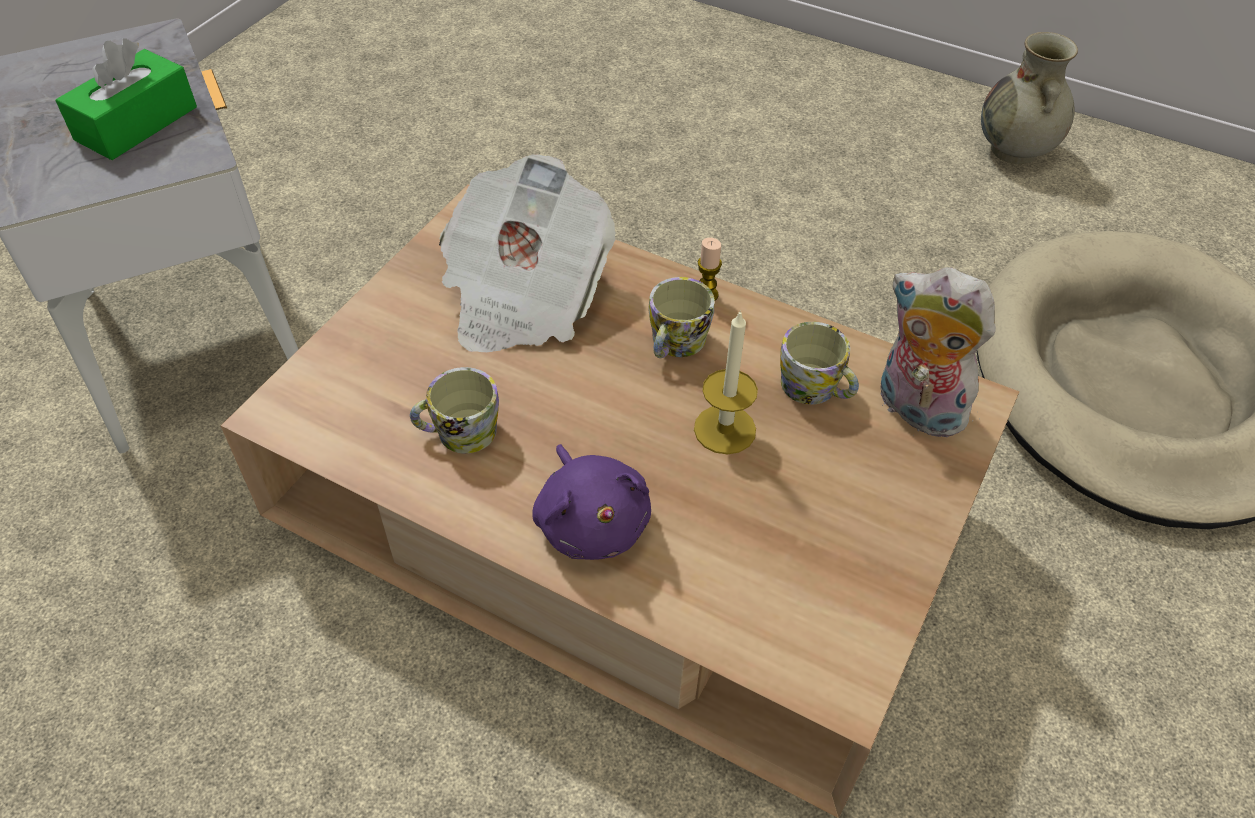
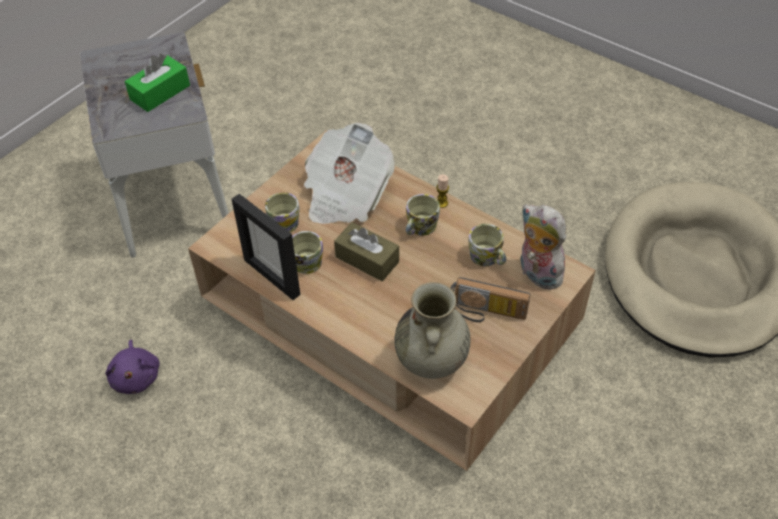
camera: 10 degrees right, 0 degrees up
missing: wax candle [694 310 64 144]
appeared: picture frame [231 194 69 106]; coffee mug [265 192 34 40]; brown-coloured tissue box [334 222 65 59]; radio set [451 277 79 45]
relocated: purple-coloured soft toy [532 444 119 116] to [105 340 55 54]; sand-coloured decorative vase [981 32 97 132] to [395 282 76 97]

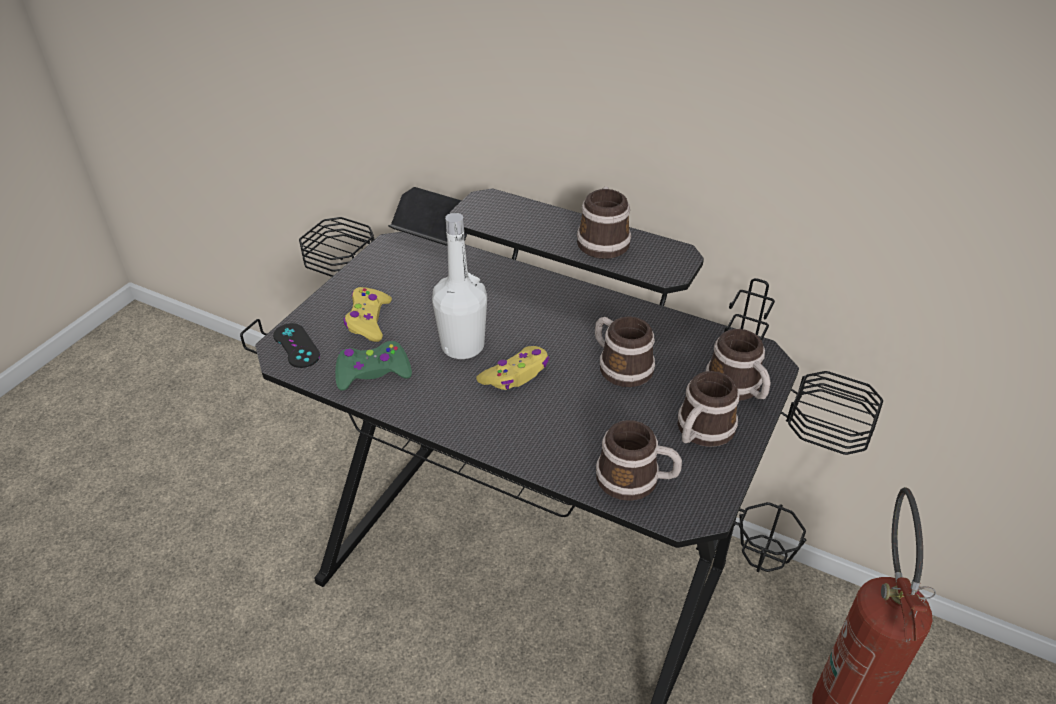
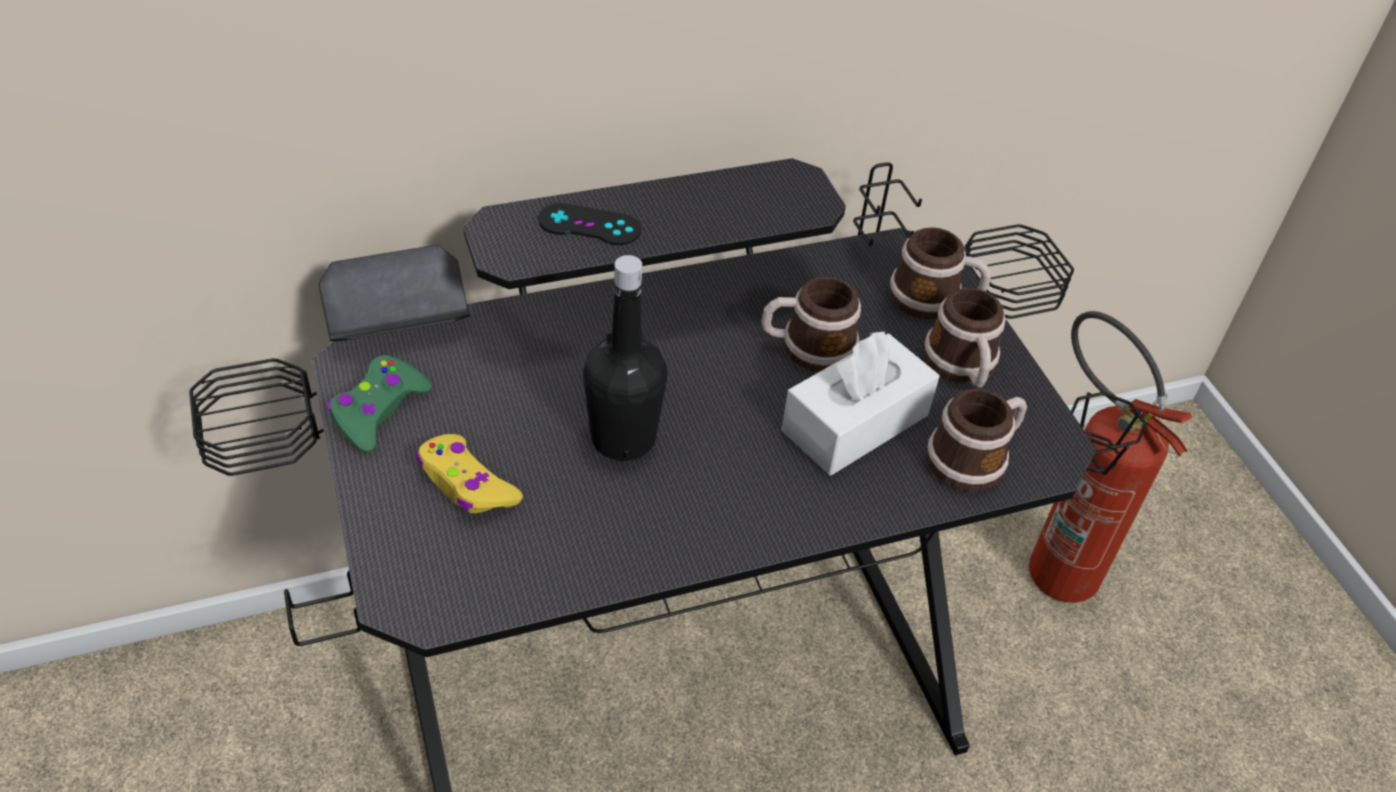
camera: 50 degrees left, 5 degrees up
missing: yellow game controller [476 346 74 44]; coffee mug [577 187 54 72]
appeared: white-coloured tissue box [781 330 158 145]
relocated: green-coloured game controller [335 341 77 50] to [327 355 105 98]; black game controller [273 323 47 45] to [538 203 103 42]
colour: white-coloured beverage bottle [432 213 55 146] to black beverage bottle [583 255 84 206]

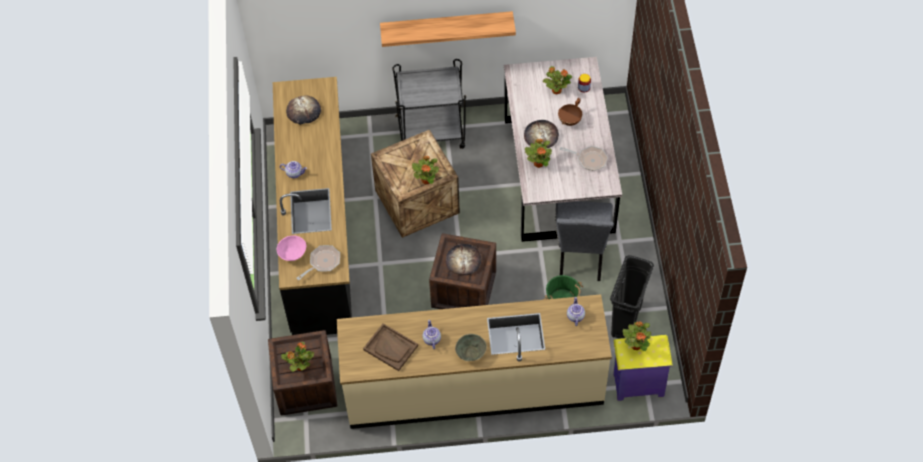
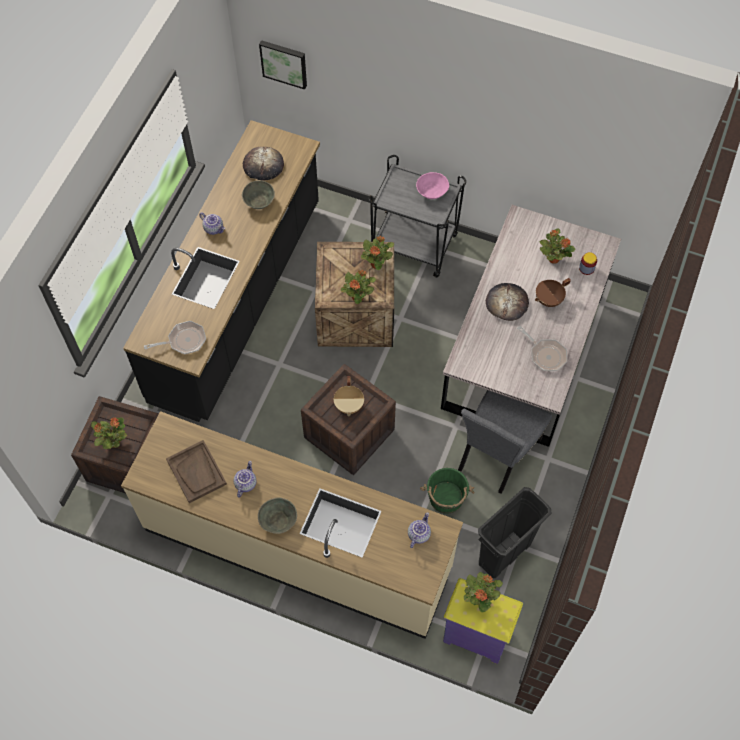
camera: 25 degrees right, 5 degrees up
missing: shelf [380 11 136 36]
appeared: grey serving bowl [242 181 33 28]; wall picture [259 40 48 50]
relocated: potted plant [525 139 27 29] to [361 236 33 34]; pinkish serving bowl [277 235 29 26] to [416 172 33 27]
exchanged: baked bread [445 244 36 31] to sand-coloured cooking pot [334 376 30 40]

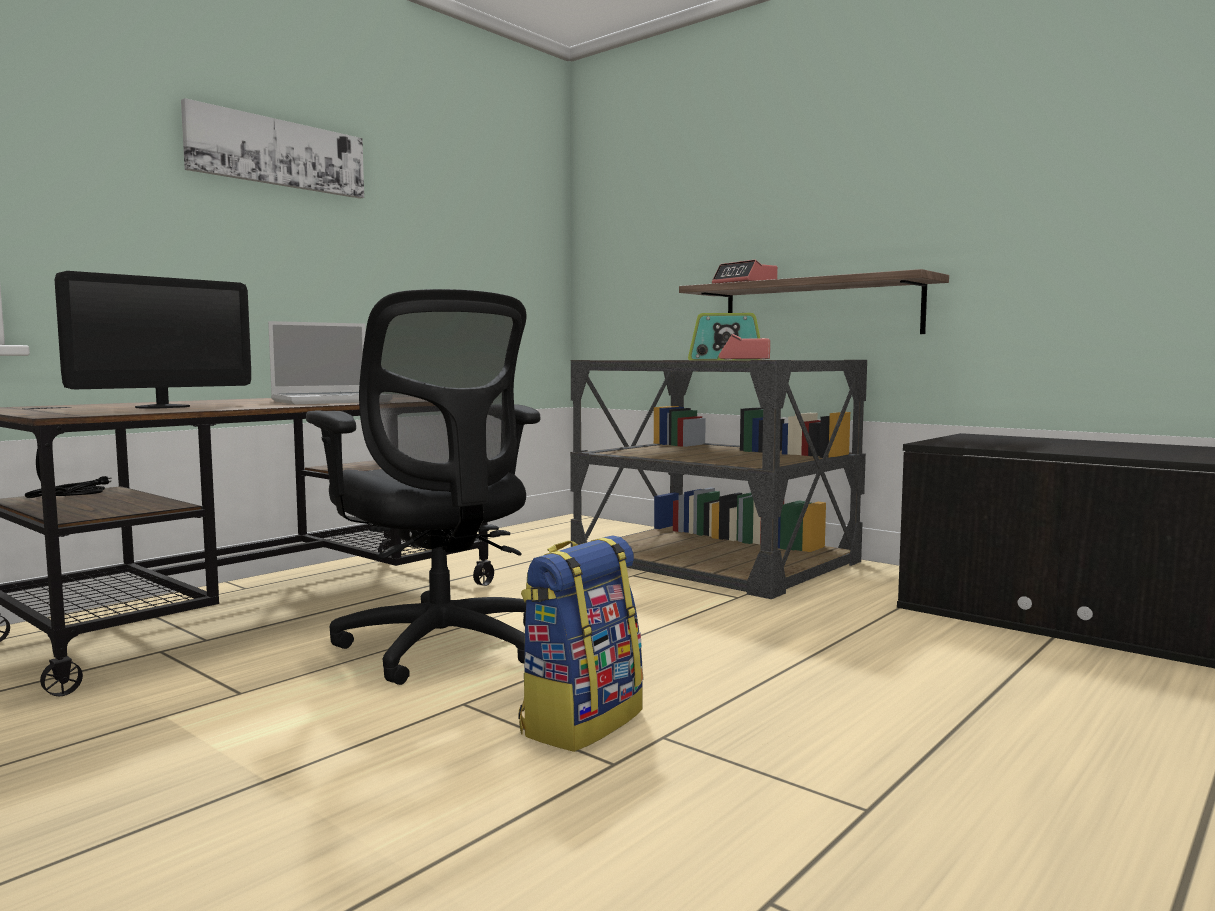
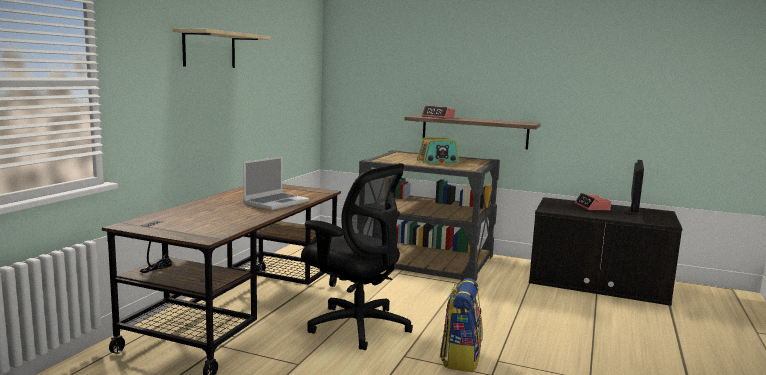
camera: 20 degrees left, 5 degrees up
relocated: alarm clock [719 334 51 26] to [575 193 36 17]; monitor [54 271 197 138] to [624 160 20 55]
exchanged: wall picture [181 98 183 101] to sand-coloured shelf [173 28 97 40]

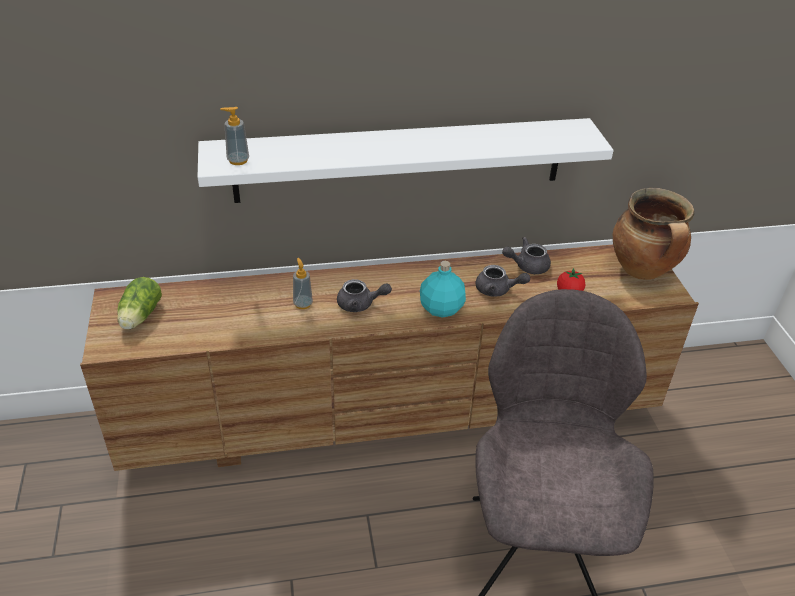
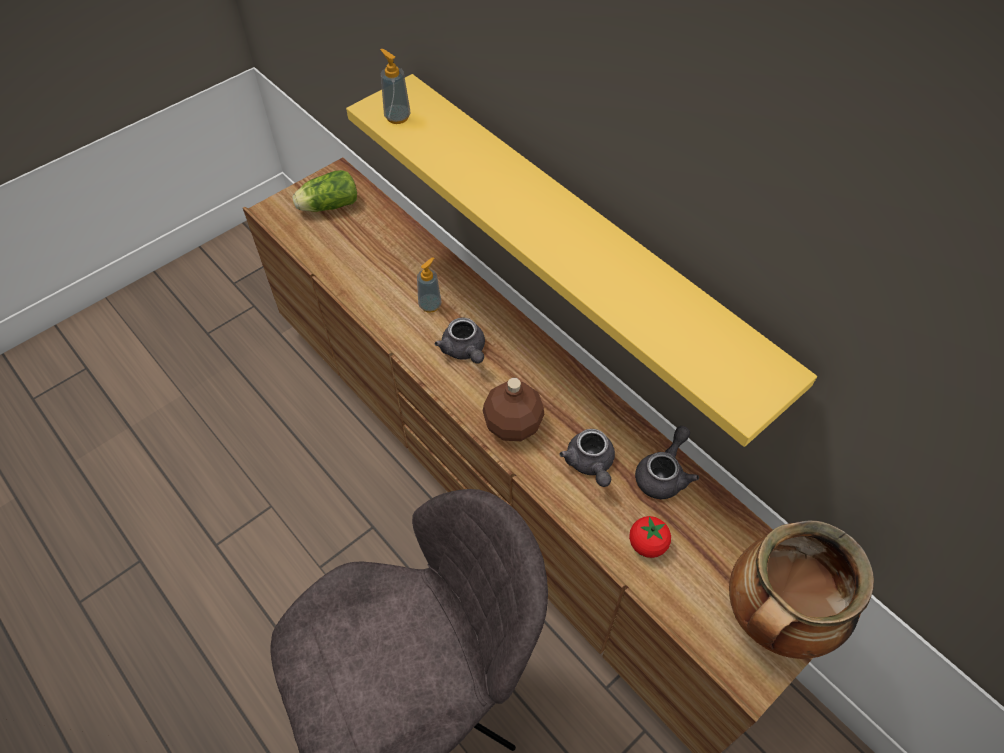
camera: 60 degrees right, 15 degrees up
colour: white-coloured shelf [198 118 416 85] to yellow shelf [346 74 471 373]; turquoise-coloured beverage bottle [420 261 46 57] to brown-coloured beverage bottle [483 378 61 63]
spun: grey teapot [502 237 49 37] = [635 426 64 73] 75 degrees clockwise

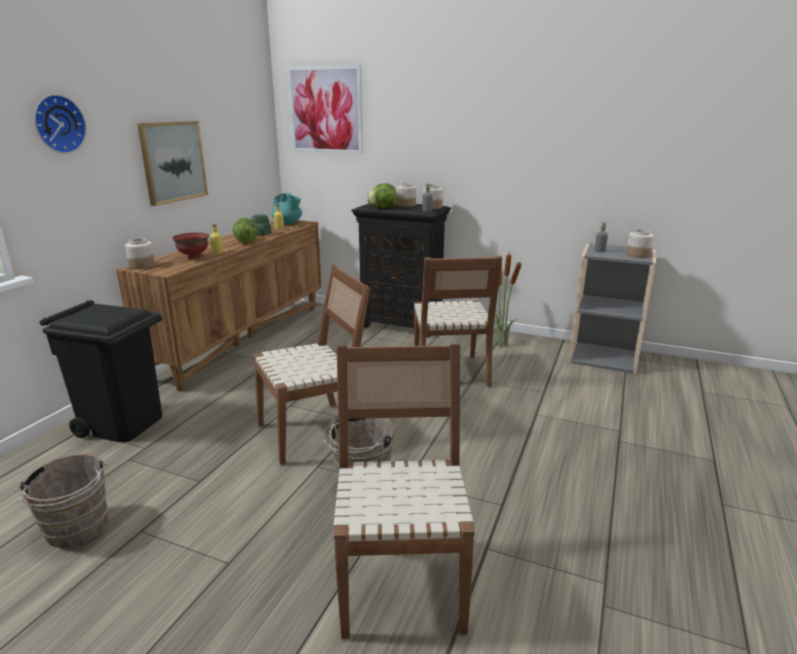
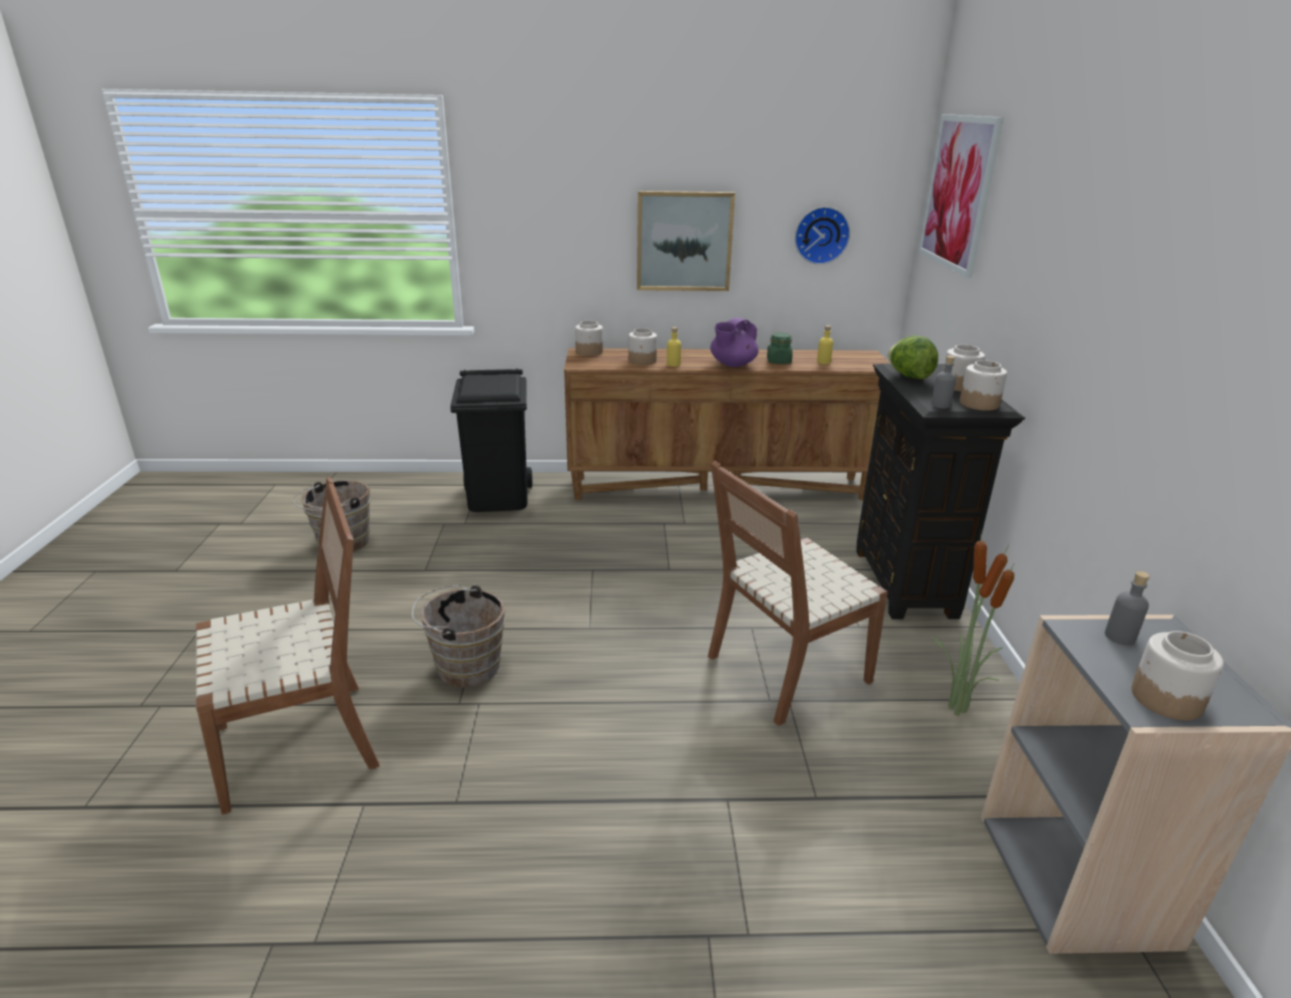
camera: 65 degrees right, 5 degrees up
missing: plain chair [254 264 116 201]; turquoise-coloured teapot [271 193 31 31]
relocated: wall clock [34 94 53 60] to [795 207 55 57]
exchanged: red serving bowl [172 233 37 26] to storage jar [628 328 29 37]; lettuce head [232 218 26 25] to purple-coloured teapot [710 317 49 50]

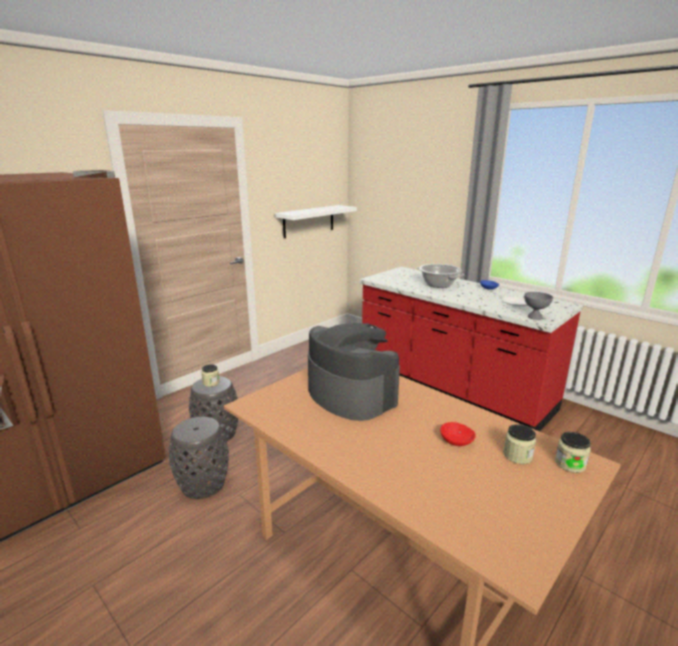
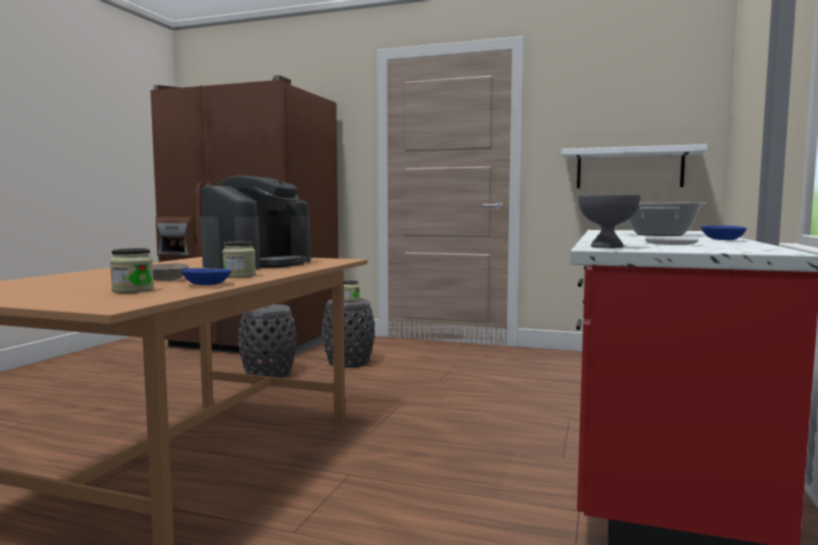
camera: 65 degrees right, 15 degrees down
appeared: blue serving bowl [182 268 49 17]
relocated: storage jar [555 432 36 41] to [222 241 34 37]
colour: red serving bowl [440 422 36 24] to sand-coloured serving bowl [153 263 36 18]

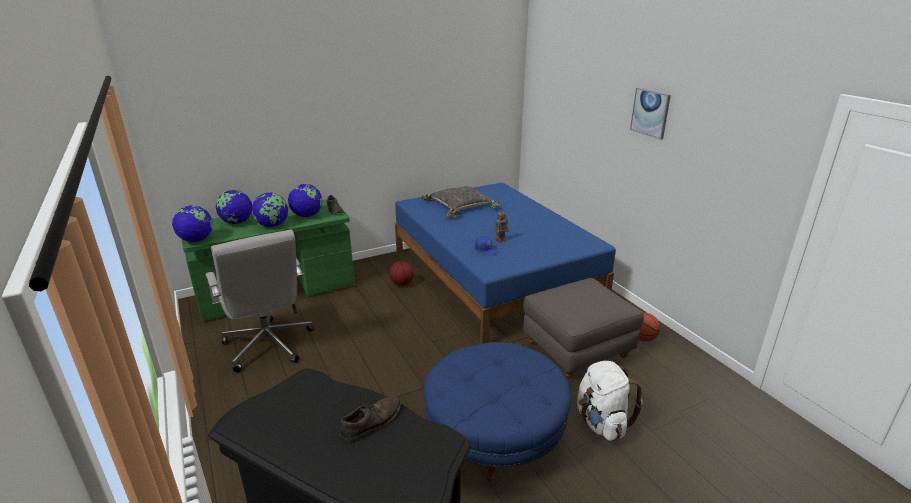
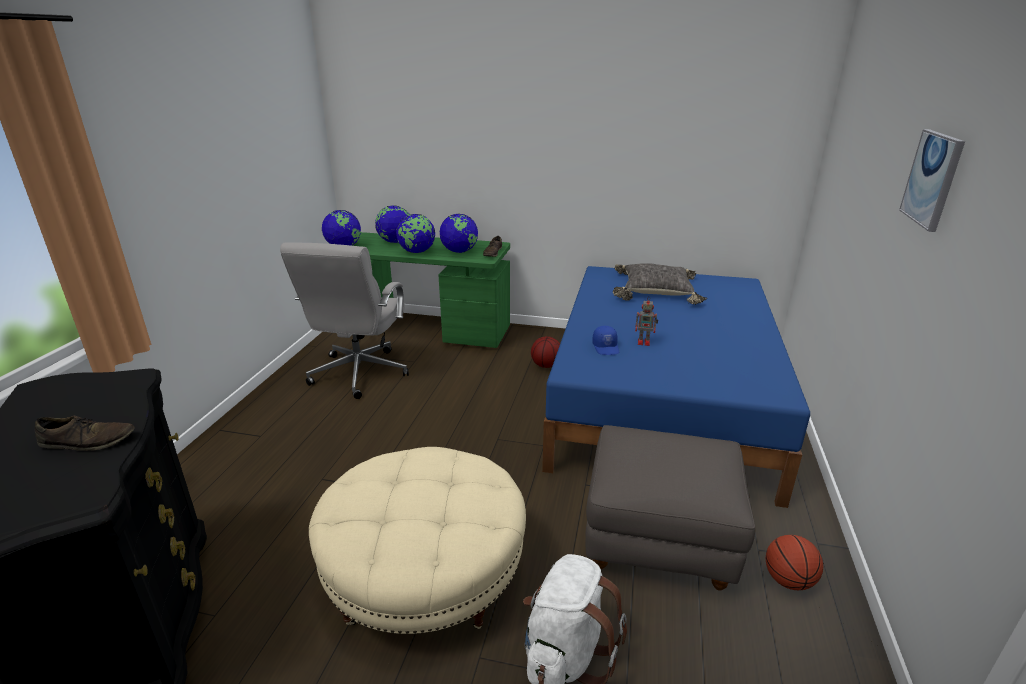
camera: 40 degrees right, 0 degrees up
colour: blue pouffe [424 342 147 140] to sand-coloured pouffe [309 447 217 187]

